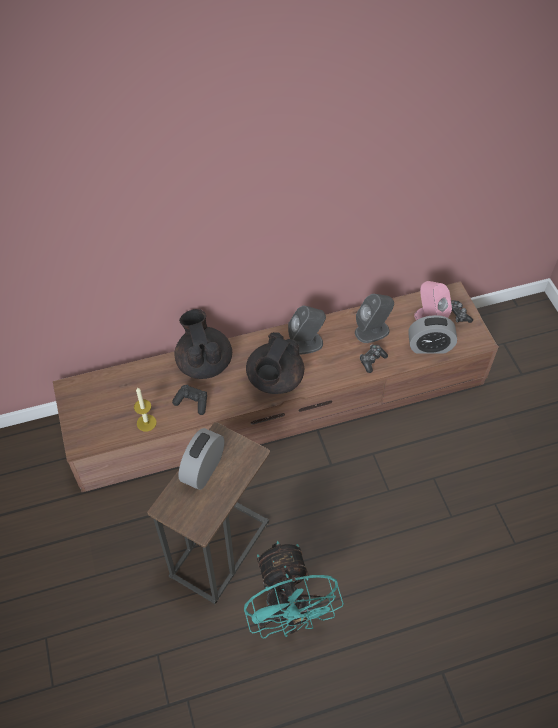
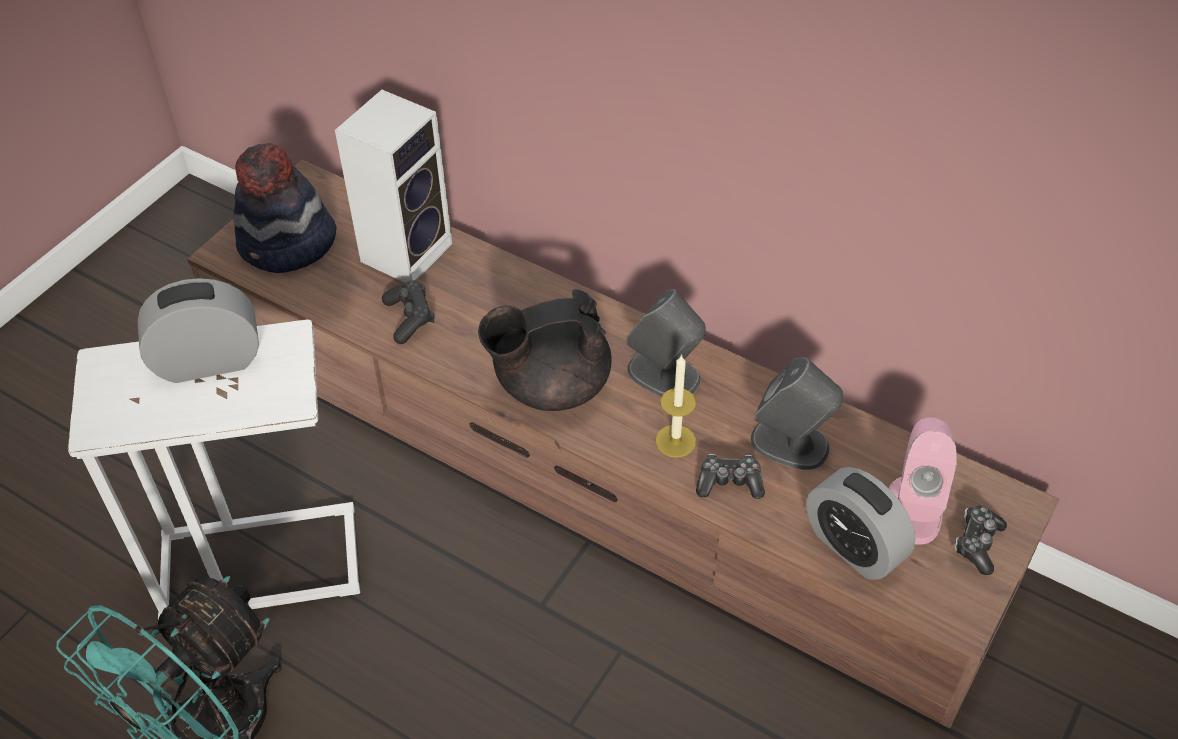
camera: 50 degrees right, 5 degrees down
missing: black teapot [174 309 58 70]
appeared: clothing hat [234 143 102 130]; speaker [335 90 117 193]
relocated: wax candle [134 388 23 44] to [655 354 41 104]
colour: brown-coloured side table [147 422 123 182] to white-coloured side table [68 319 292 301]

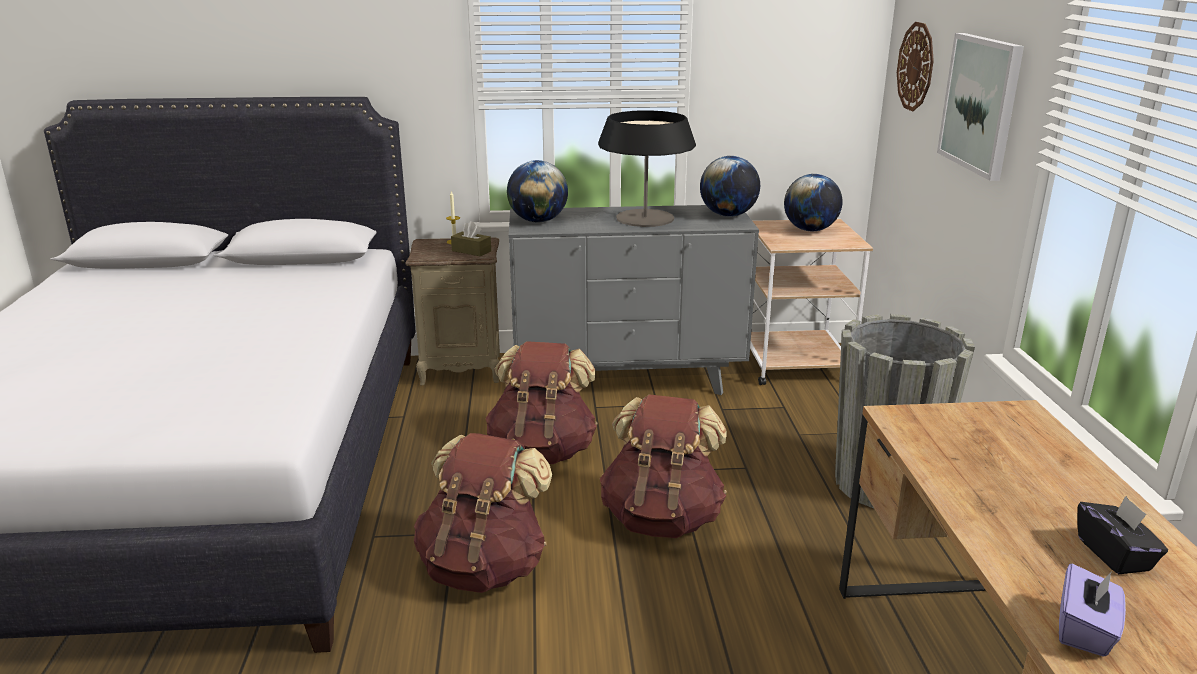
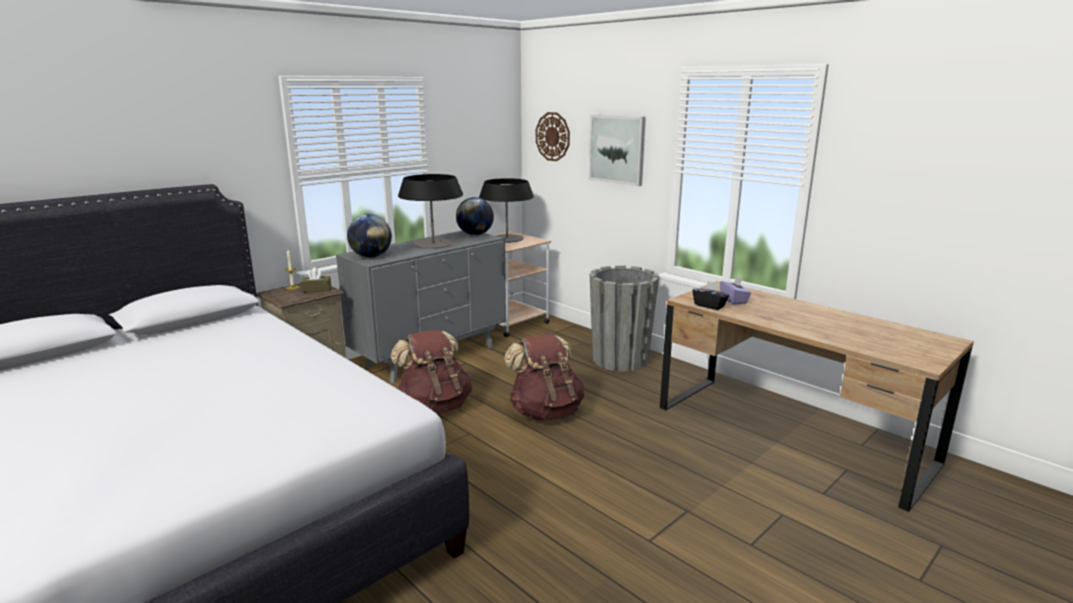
camera: 40 degrees left, 5 degrees down
missing: brown-coloured backpack [414 433 138 160]
relocated: black tissue box [1077 496 91 78] to [693 281 36 29]; purple-coloured tissue box [1059 563 67 94] to [720 277 31 27]
exchanged: world globe [784 174 58 57] to lamp for a table [479 178 55 65]

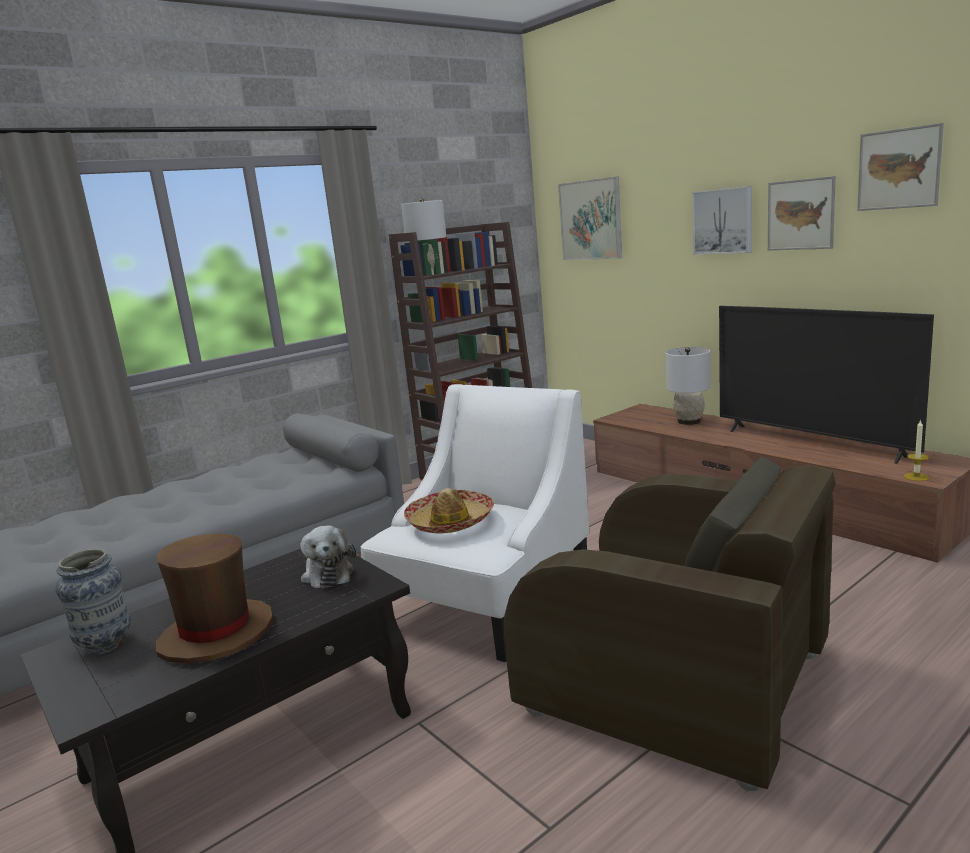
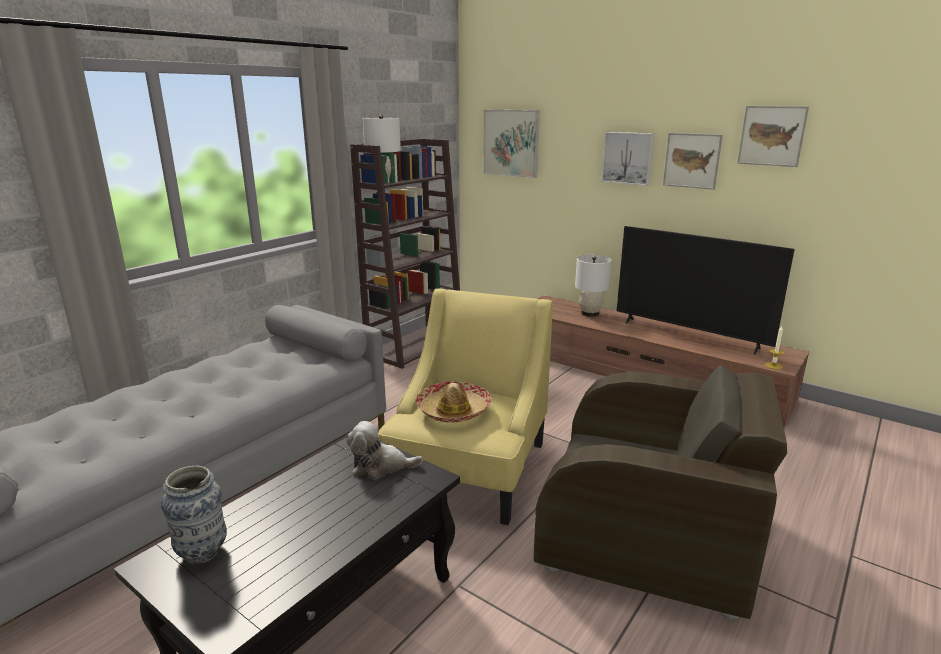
camera: 15 degrees left, 5 degrees up
missing: brown-coloured clothing hat [156 533 117 131]
colour: white-coloured armchair [360 384 229 278] to yellow armchair [378 288 175 237]
spun: soft toy [301 526 55 63] = [346 421 77 59] 120 degrees clockwise

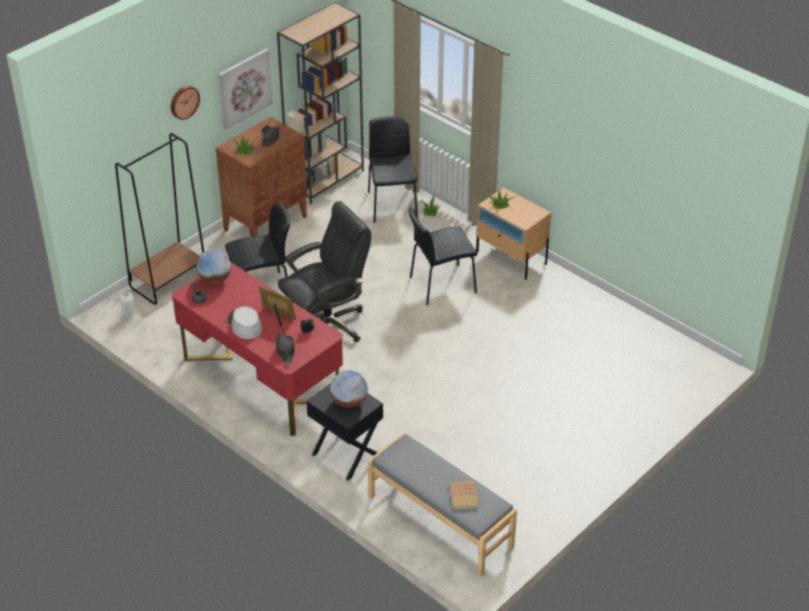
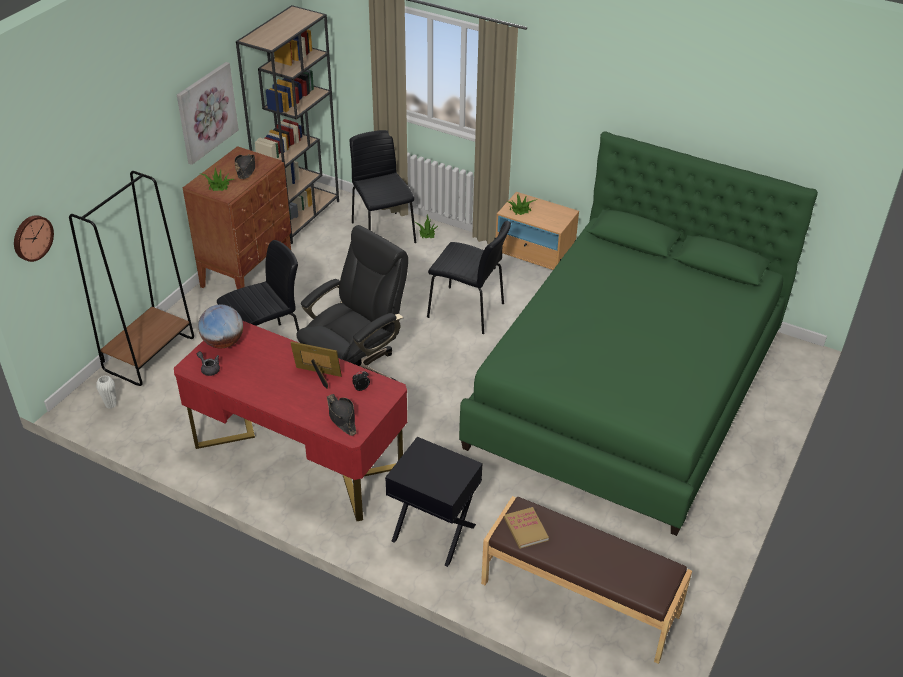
camera: 15 degrees left, 0 degrees up
missing: grey clothing hat [228 306 34 33]; world globe [330 370 38 38]
appeared: green-coloured bed [459 132 359 404]
relocated: wall clock [171 86 29 34] to [14 215 40 47]; volume [450 481 28 29] to [504 507 45 42]
colour: grey long seat [368 433 149 144] to brown-coloured long seat [481 496 211 168]
spun: black plain chair [408 208 69 97] = [427 221 84 113] 120 degrees counterclockwise

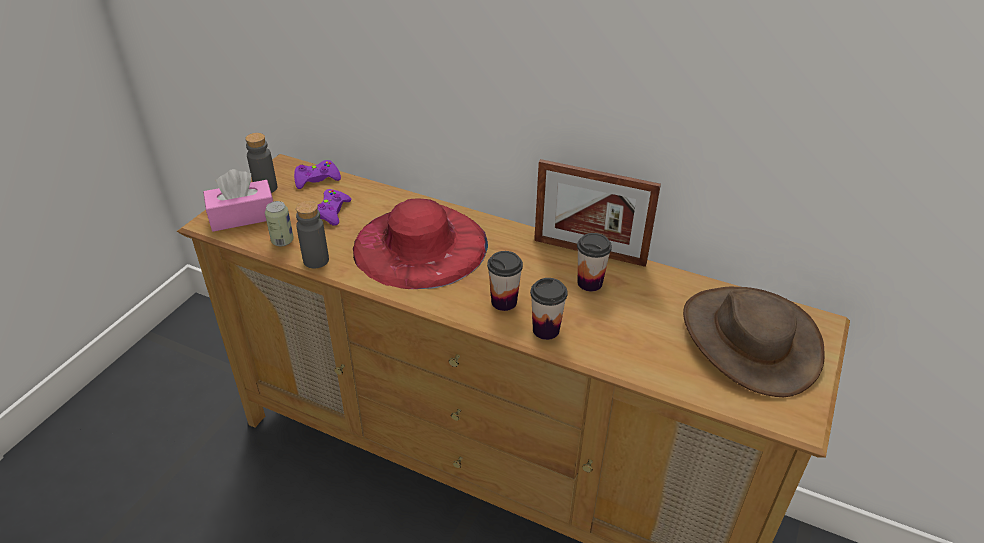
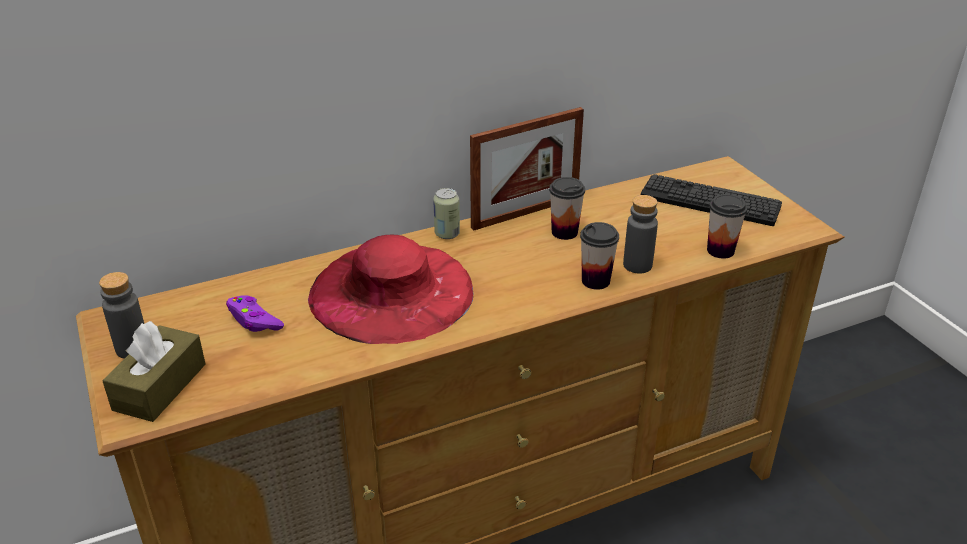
camera: 50 degrees left, 5 degrees down
missing: purple-coloured game controller [294 160 47 29]
relocated: sealed can [265 201 29 46] to [433 188 27 51]; grey beverage bottle [296 201 33 68] to [623 195 35 79]; drinking cup [487 251 36 60] to [707 194 40 65]
exchanged: brown-coloured clothing hat [683 287 141 110] to keyboard [641 174 141 52]
colour: pinkish tissue box [203 169 71 63] to brown-coloured tissue box [102 321 104 101]

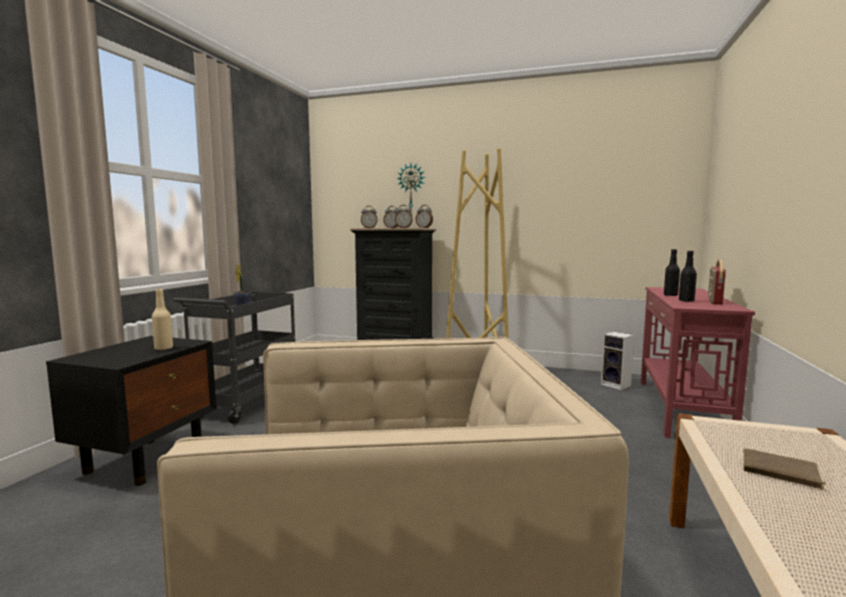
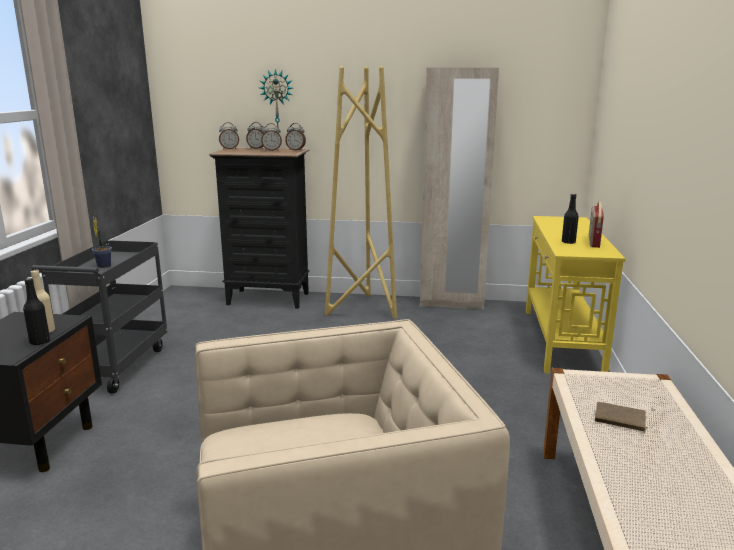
camera: 10 degrees left, 10 degrees up
missing: speaker [601 332 33 58]
appeared: sand-coloured clothes cupboard [420 68 79 241]
relocated: black beverage bottle [664 249 16 47] to [23 278 27 67]
colour: red hall table [641 287 114 157] to yellow hall table [526 216 100 158]

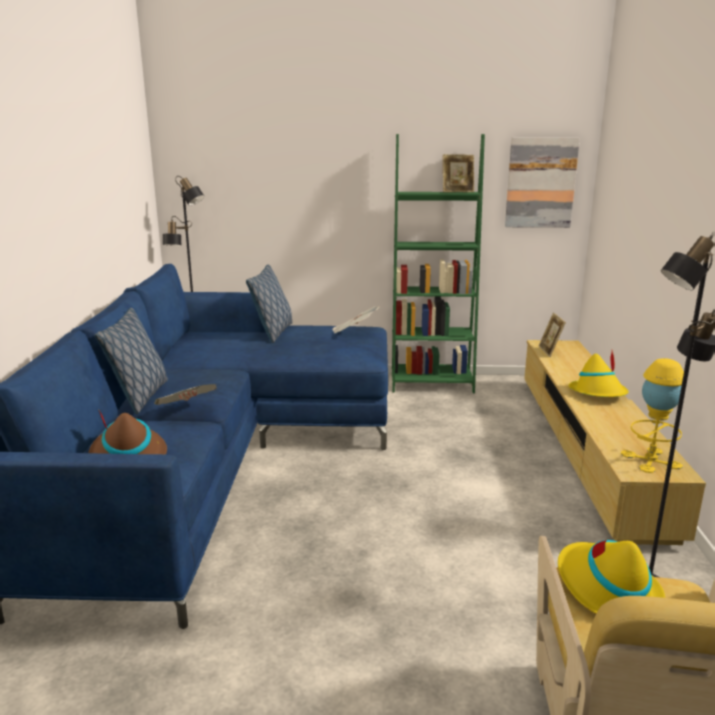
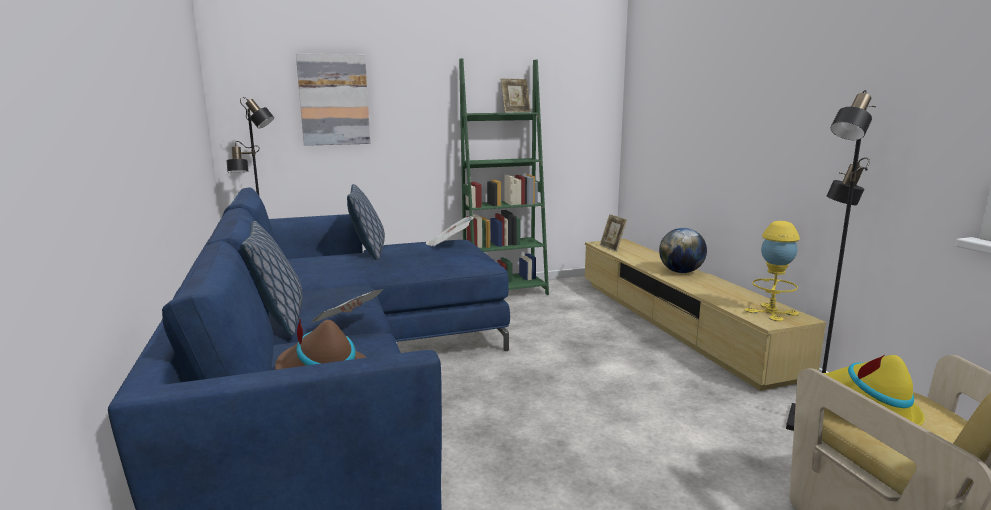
camera: 20 degrees left, 5 degrees down
relocated: wall picture [505 137 75 91] to [296 53 74 93]
exchanged: yellow clothing hat [568 351 60 46] to world globe [659 228 48 45]

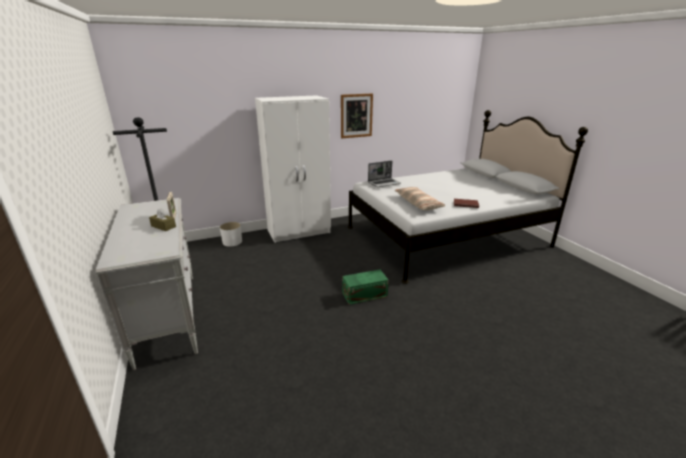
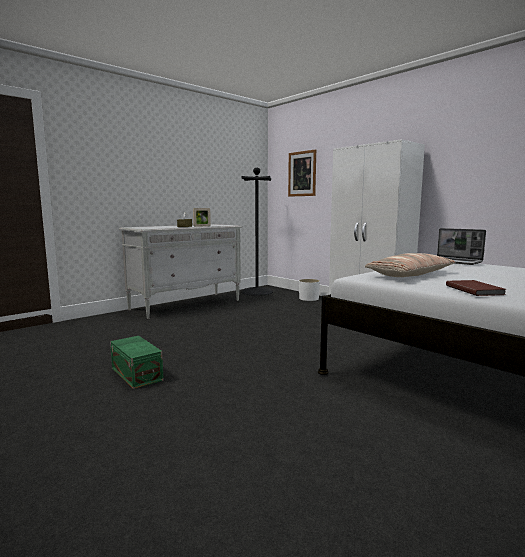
camera: 70 degrees right, 15 degrees down
relocated: green-coloured storage bin [342 269 47 36] to [110 336 54 53]; wall picture [341 93 32 46] to [288 149 28 48]

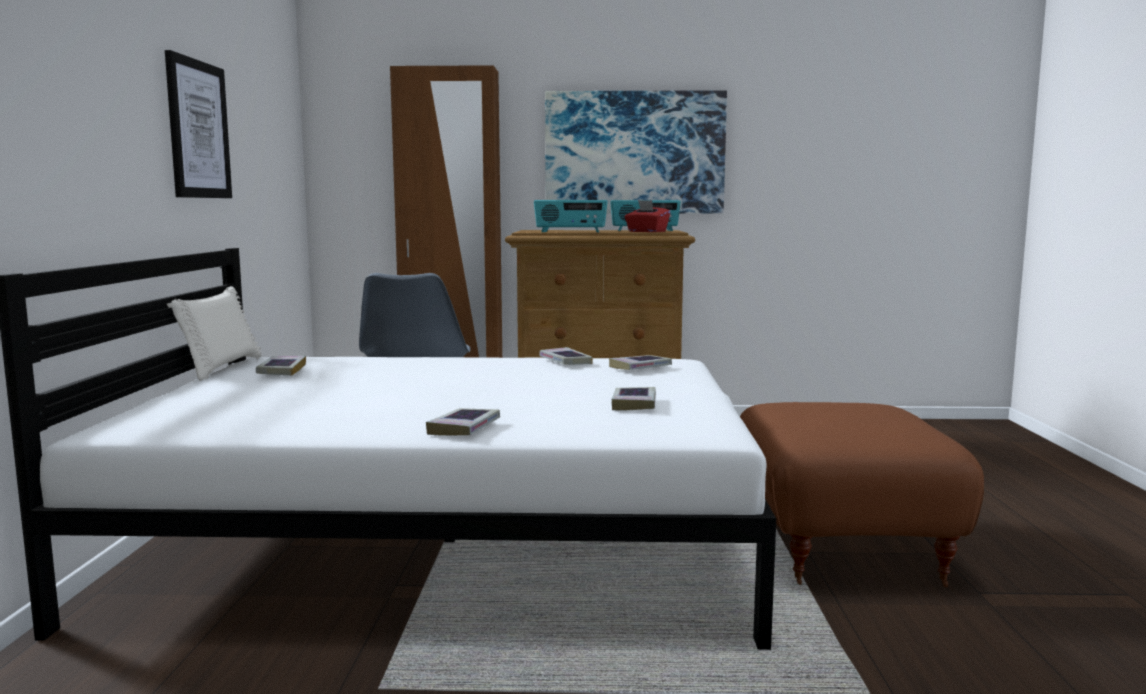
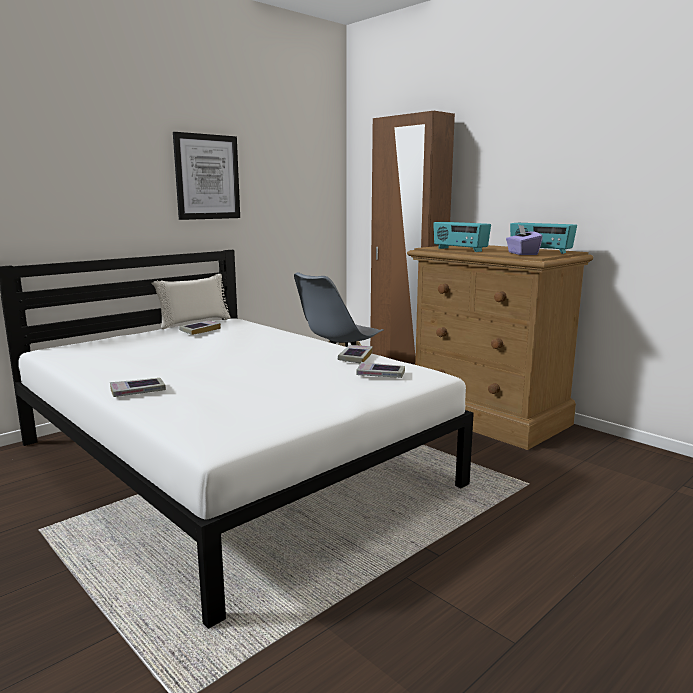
camera: 45 degrees right, 5 degrees up
missing: wall picture [545 90 182 124]; volume [611 387 45 23]; brown-coloured pouffe [740 402 244 185]
colour: red tissue box [625 200 45 32] to purple-coloured tissue box [506 225 37 30]

